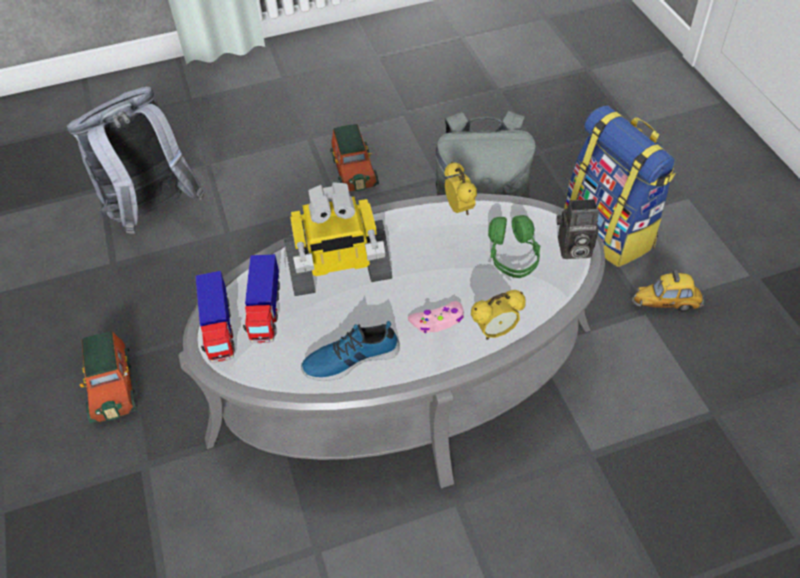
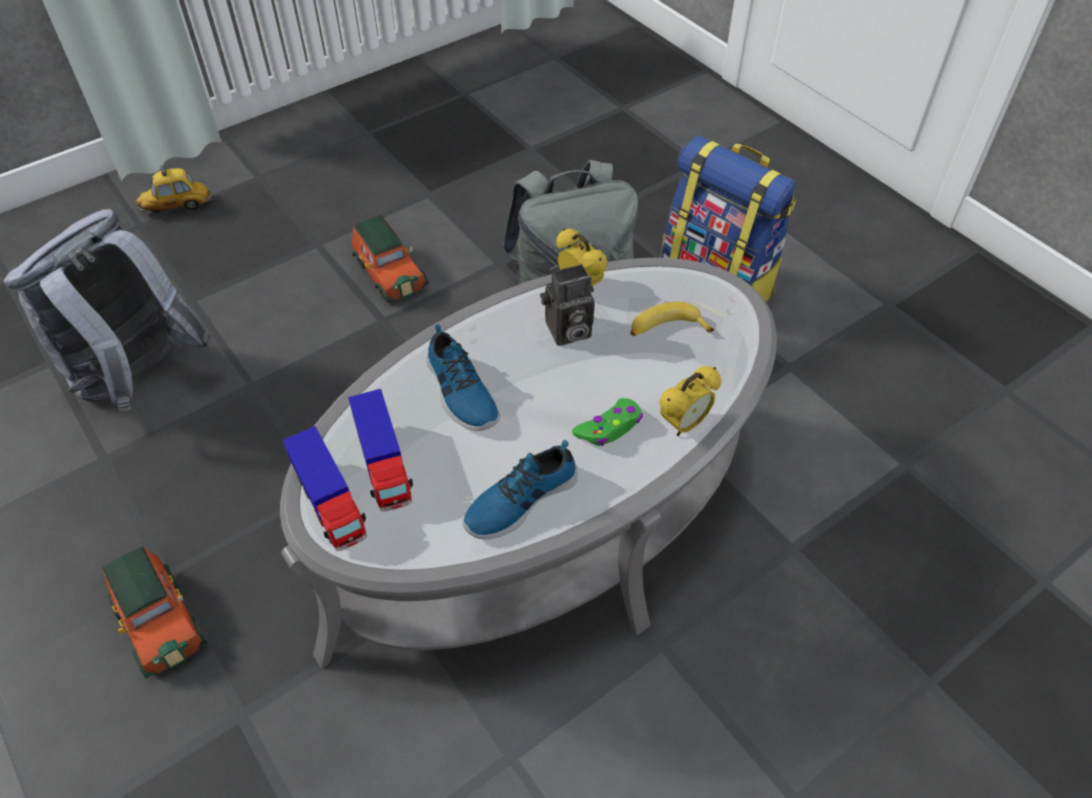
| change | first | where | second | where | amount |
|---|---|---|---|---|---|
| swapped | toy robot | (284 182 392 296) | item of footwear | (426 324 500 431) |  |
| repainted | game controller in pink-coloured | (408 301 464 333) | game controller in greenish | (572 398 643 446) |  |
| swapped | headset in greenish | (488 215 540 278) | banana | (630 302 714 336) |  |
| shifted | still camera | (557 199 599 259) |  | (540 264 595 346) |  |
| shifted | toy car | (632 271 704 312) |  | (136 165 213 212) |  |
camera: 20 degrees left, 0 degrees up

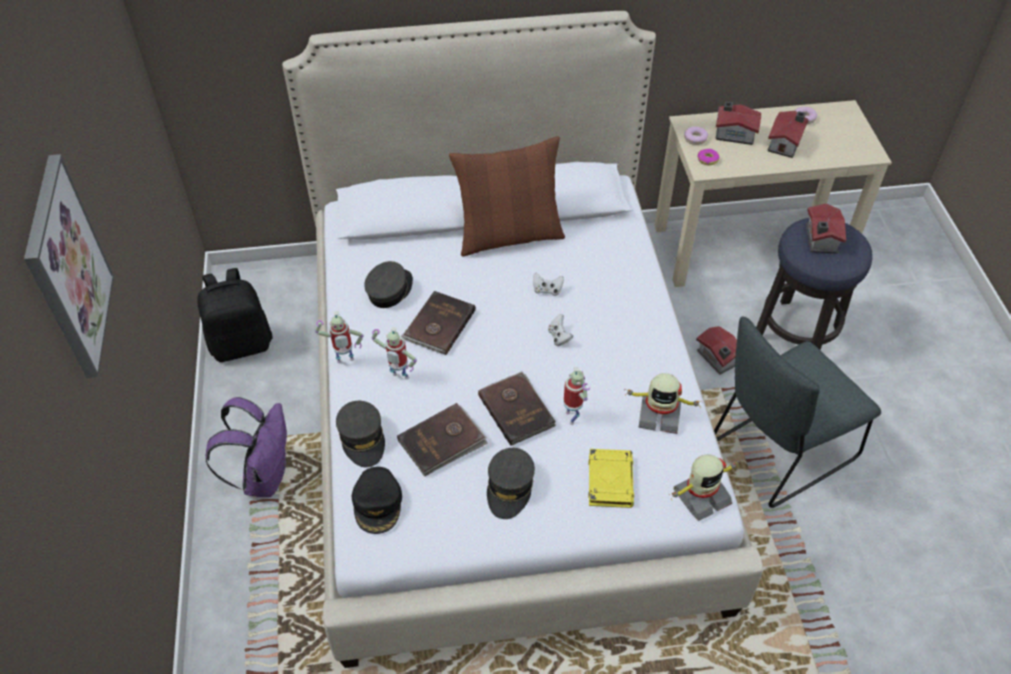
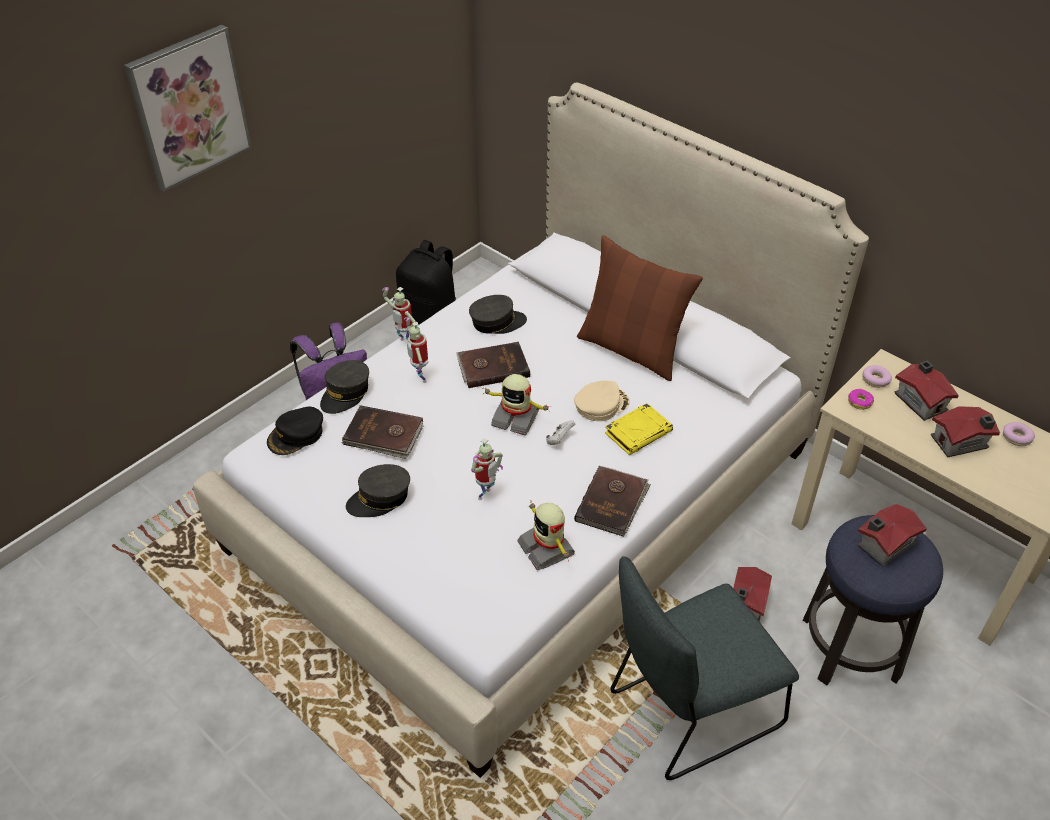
| change | first | where | second | where | amount |
|---|---|---|---|---|---|
| shifted | volume in brownish | (478 371 556 446) |  | (574 466 651 537) |  |
| swapped | game controller in white-coloured | (533 272 564 296) | peaked cap in beige-coloured | (574 381 630 421) |  |
| shifted | volume in yellowish | (588 449 634 508) |  | (605 403 673 455) |  |
| shifted | toy robot | (669 454 739 521) |  | (482 374 550 435) |  |
| rotated | upright chair in gray | (714 316 881 508) |  | (610 556 799 780) | 45 degrees counterclockwise |
camera: 50 degrees right, 5 degrees down

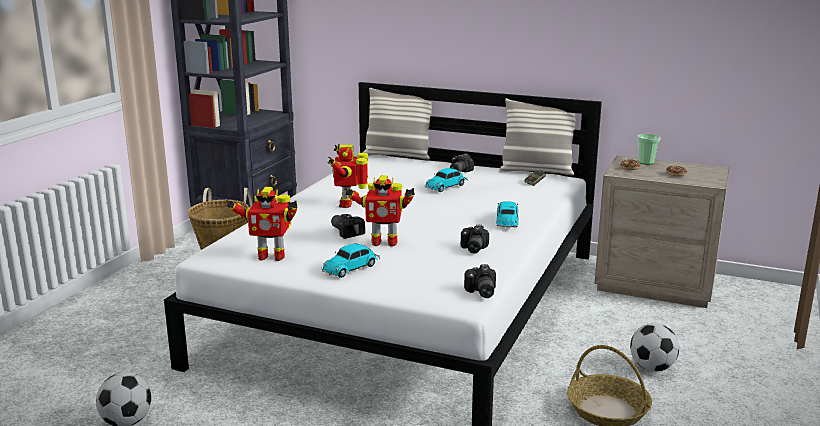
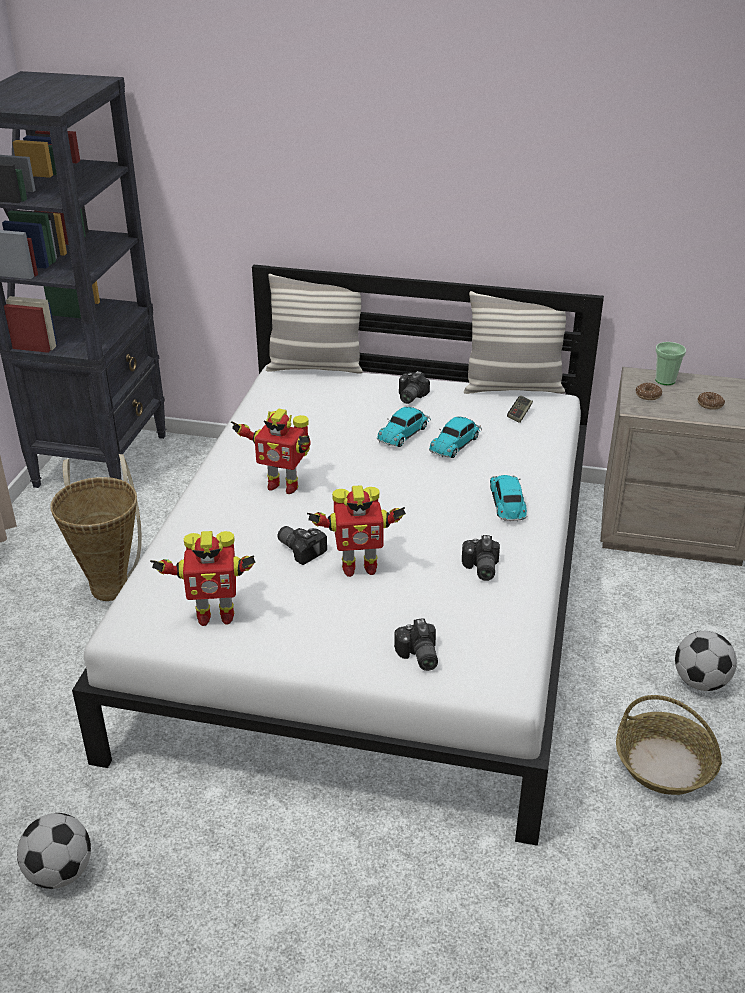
| change | first | where | second | where | amount |
|---|---|---|---|---|---|
| shifted | toy car | (321 244 380 278) |  | (429 417 482 458) |  |
| rotated | toy robot | (328 144 368 208) |  | (231 409 311 494) | 60 degrees counterclockwise |
| shifted | still camera | (464 264 496 298) |  | (394 618 438 671) |  |
camera: 10 degrees left, 15 degrees up

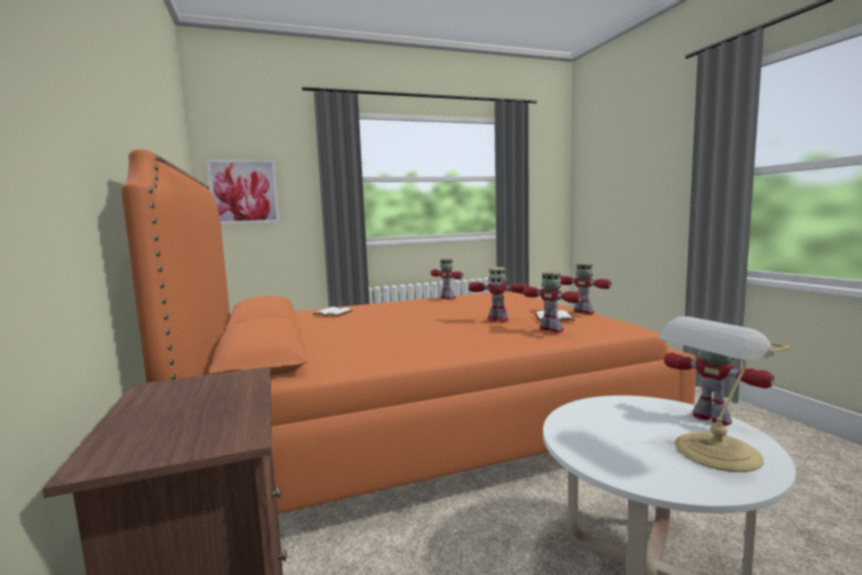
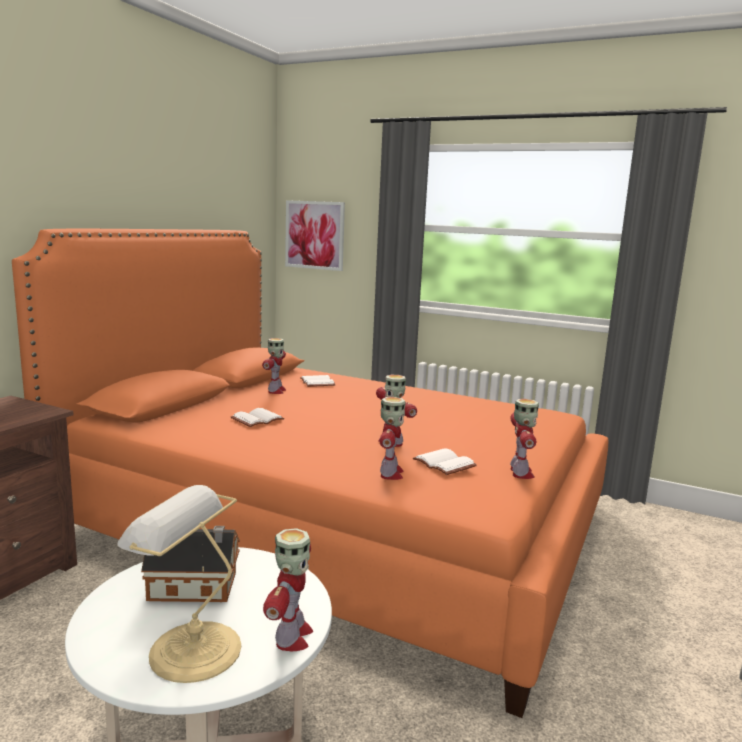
| change | first | where | second | where | amount |
|---|---|---|---|---|---|
| shifted | toy robot | (431 258 463 300) |  | (262 338 286 394) |  |
| new |  |  | miniature house | (141 526 240 602) |  |
| new |  |  | volume in white-coloured | (231 408 285 427) |  |
camera: 45 degrees right, 5 degrees up

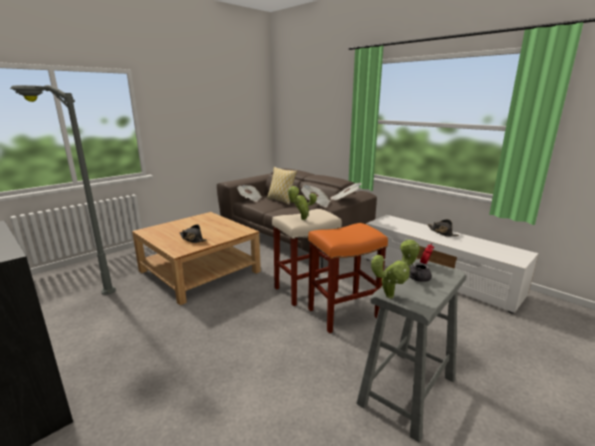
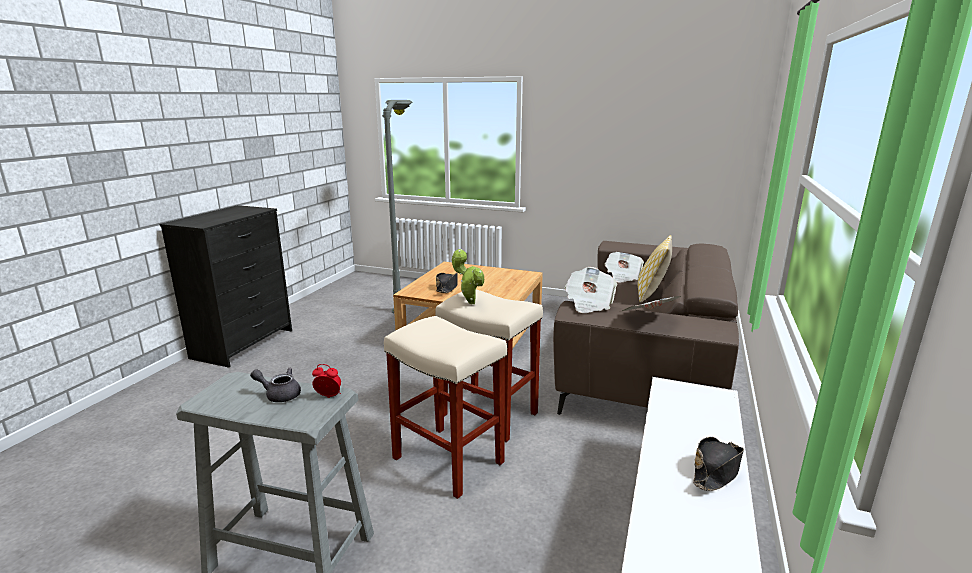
| change | first | where | second | where | amount |
|---|---|---|---|---|---|
| repainted | stool in orangey | (308 223 388 333) | stool in beige-coloured | (384 316 507 499) |  |
| gone | potted plant | (371 238 420 299) |  |  |  |
camera: 65 degrees right, 0 degrees up

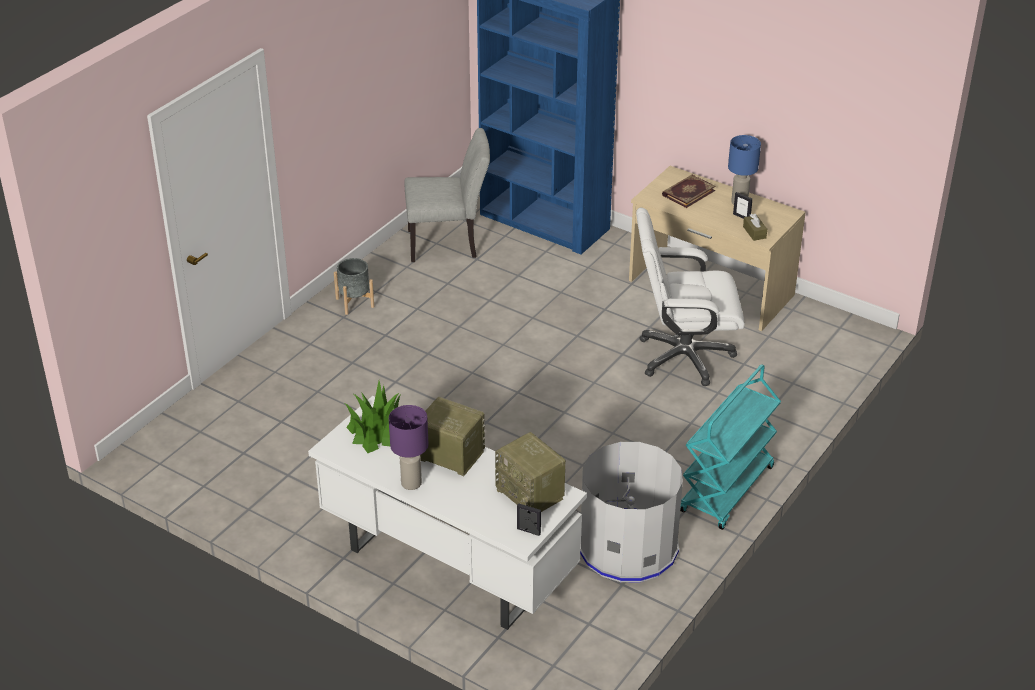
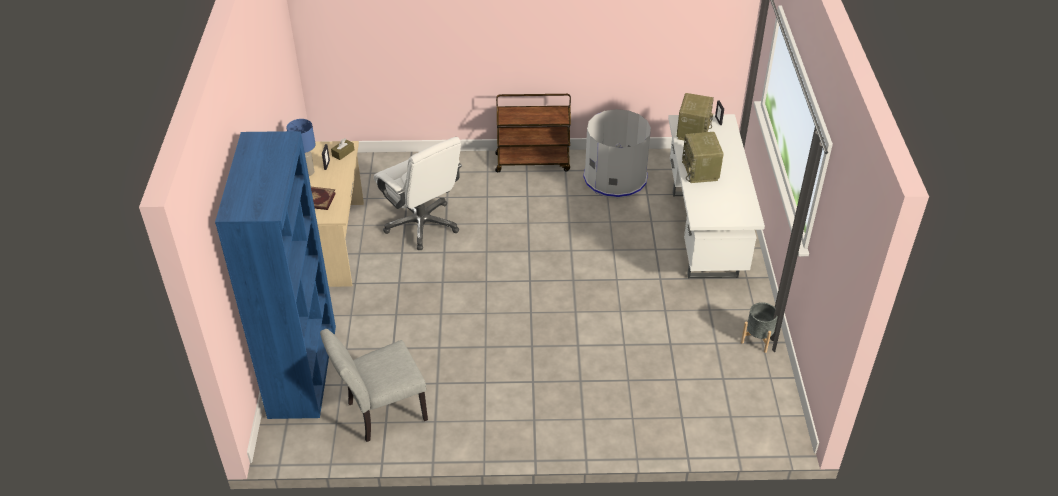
| change | first | where | second | where | amount |
|---|---|---|---|---|---|
| shifted | flower pot in gray | (334 258 374 315) |  | (741 302 778 353) |  |
| gone | potted plant | (345 381 400 453) |  |  |  |
| gone | table lamp in purplish | (389 405 428 490) |  |  |  |
| rotated | upright chair in gray | (405 128 490 262) |  | (320 329 428 442) | 75 degrees counterclockwise |
| repainted | cart in turquoise-coloured | (680 364 781 530) | cart in brownish | (495 94 571 172) |  |
camera: 125 degrees left, 5 degrees up

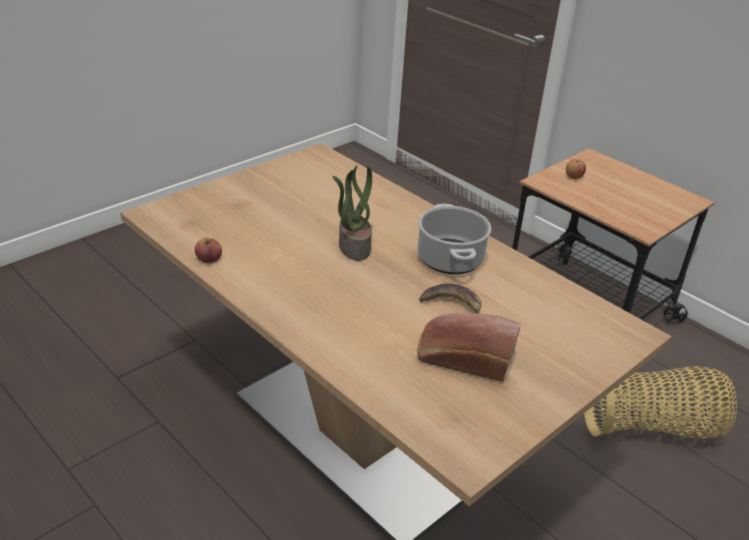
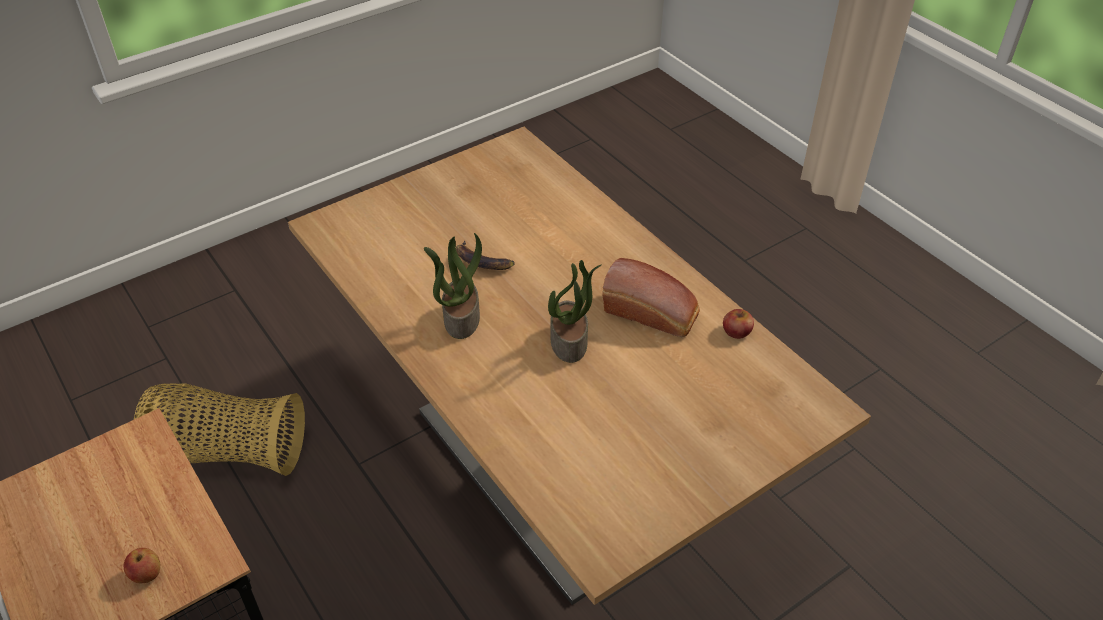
| change | first | where | second | where | amount |
|---|---|---|---|---|---|
| swapped | stockpot | (417 204 491 274) | potted plant | (424 233 482 339) |  |
| shifted | baked bread | (417 313 521 382) |  | (602 258 700 337) |  |
camera: 170 degrees left, 10 degrees up

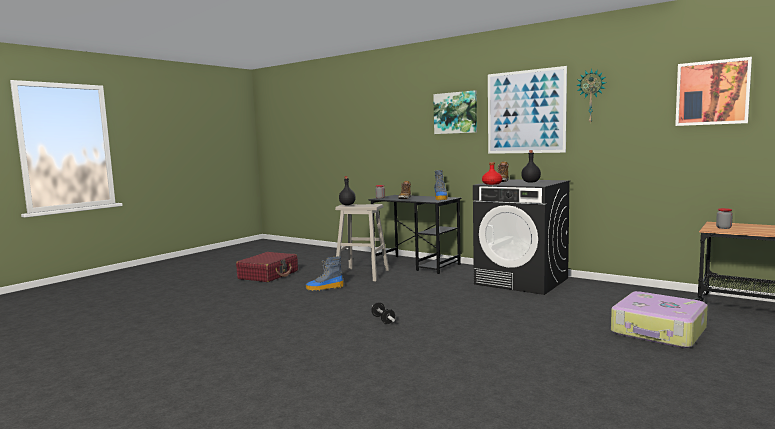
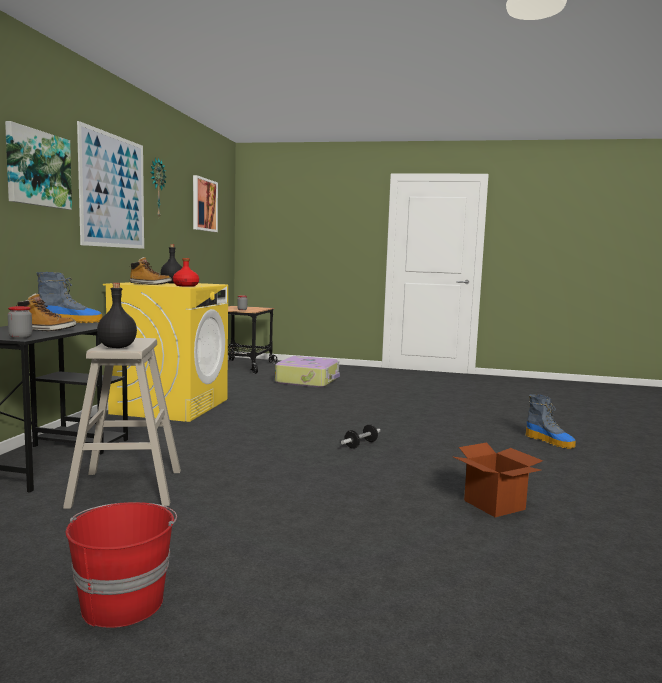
| change | first | where | second | where | amount |
|---|---|---|---|---|---|
| swapped | piece of luggage in reddish | (236 252 298 282) | water bucket in reddish | (66 502 177 628) |  |
| shifted | boot | (306 256 344 291) |  | (525 394 576 449) |  |
| repainted | washing machine in black-coloured | (473 179 570 295) | washing machine in yellowish | (103 282 228 422) |  |
| new |  |  | carton | (454 443 543 517) |  |
camera: 115 degrees left, 0 degrees up

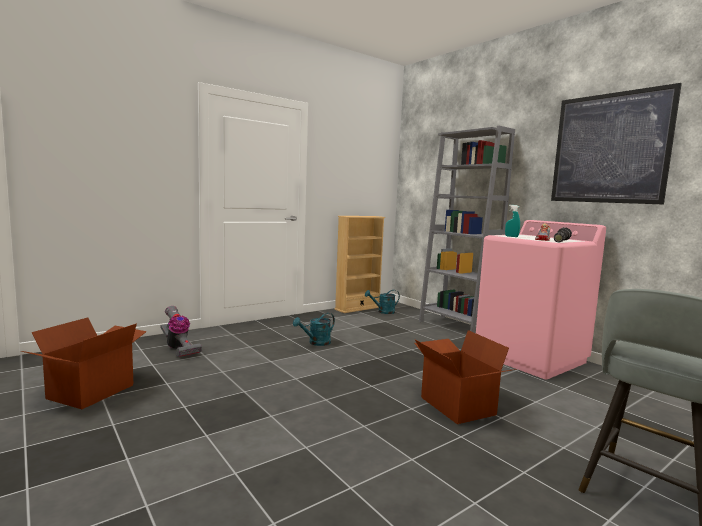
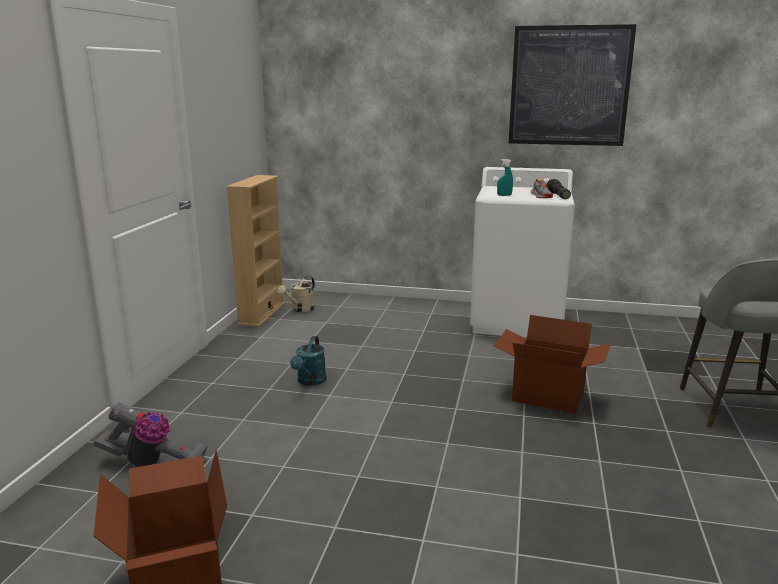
| change | first | where | second | where | amount |
|---|---|---|---|---|---|
| repainted | sprinkling can in turquoise-coloured | (365 290 400 314) | sprinkling can in beige-coloured | (277 276 315 312) |  |
| gone | shelving unit in gray | (419 126 515 333) |  |  |  |
| repainted | washing machine in pink-coloured | (476 220 606 380) | washing machine in white-coloured | (470 167 575 338) |  |
camera: 40 degrees left, 10 degrees up

